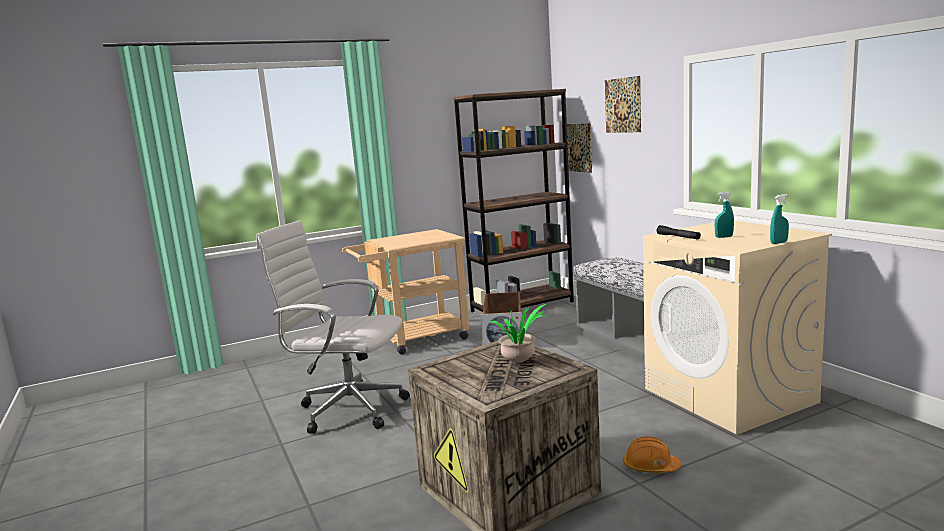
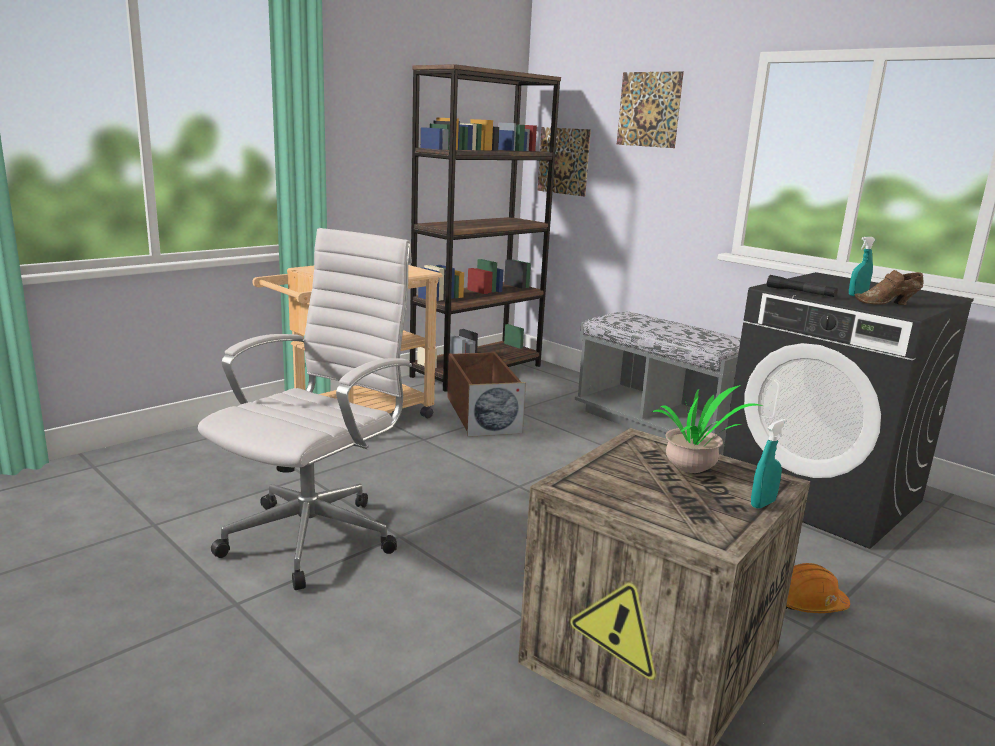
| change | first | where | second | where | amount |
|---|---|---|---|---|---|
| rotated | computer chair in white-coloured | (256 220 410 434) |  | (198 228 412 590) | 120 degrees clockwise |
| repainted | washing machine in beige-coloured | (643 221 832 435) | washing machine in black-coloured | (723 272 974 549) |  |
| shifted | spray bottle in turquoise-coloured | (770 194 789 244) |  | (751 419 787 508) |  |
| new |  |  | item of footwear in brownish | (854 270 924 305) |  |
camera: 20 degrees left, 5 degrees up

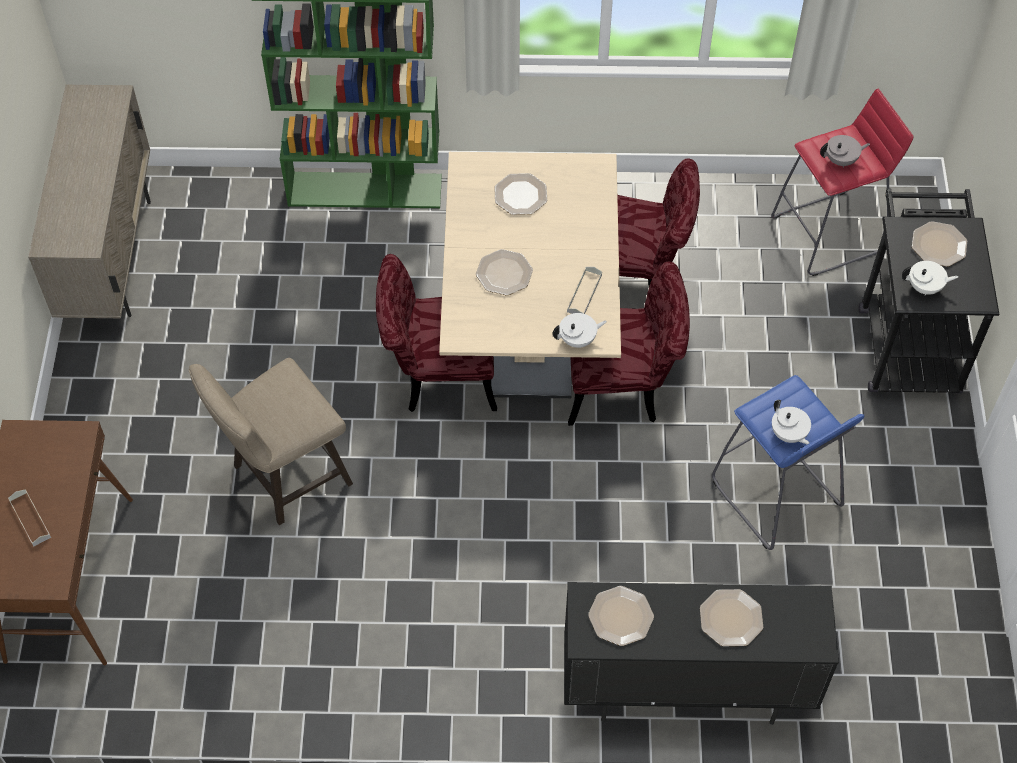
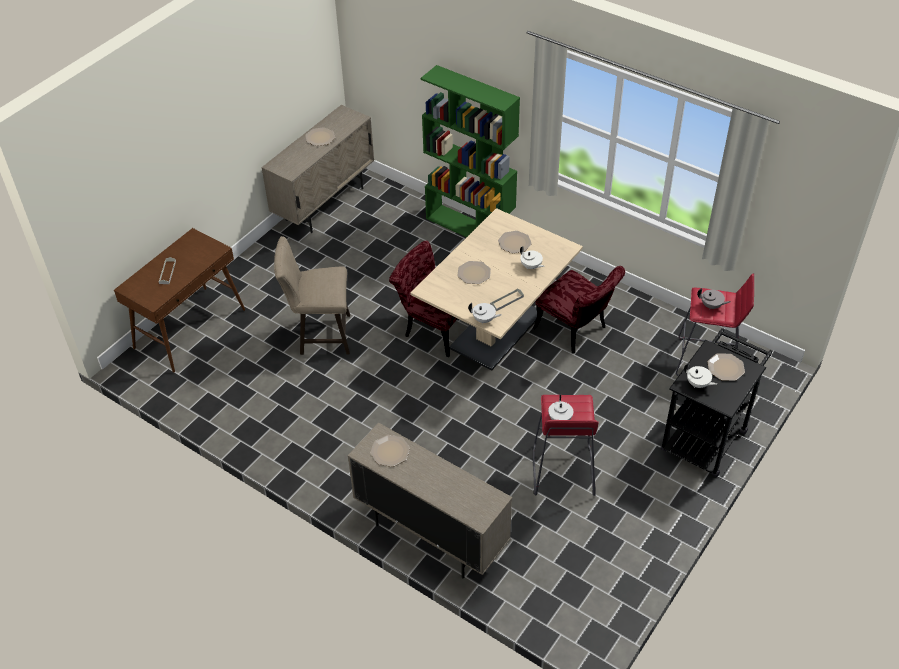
| change | first | where | second | where | amount |
|---|---|---|---|---|---|
| repainted | cupboard in black-coloured | (564 582 839 725) | cupboard in beige-coloured | (348 423 512 578) |  |
| gone | upright chair in reddish | (568 262 690 426) |  |  |  |
| shifted | flat dish | (700 589 763 646) |  | (305 127 335 146) |  |
| repainted | stool in blue-coloured | (712 375 864 550) | stool in reddish | (533 395 599 496) |  |
| new |  |  | tea pot in white-coloured | (520 246 545 269) |  |
camera: 35 degrees right, 10 degrees down

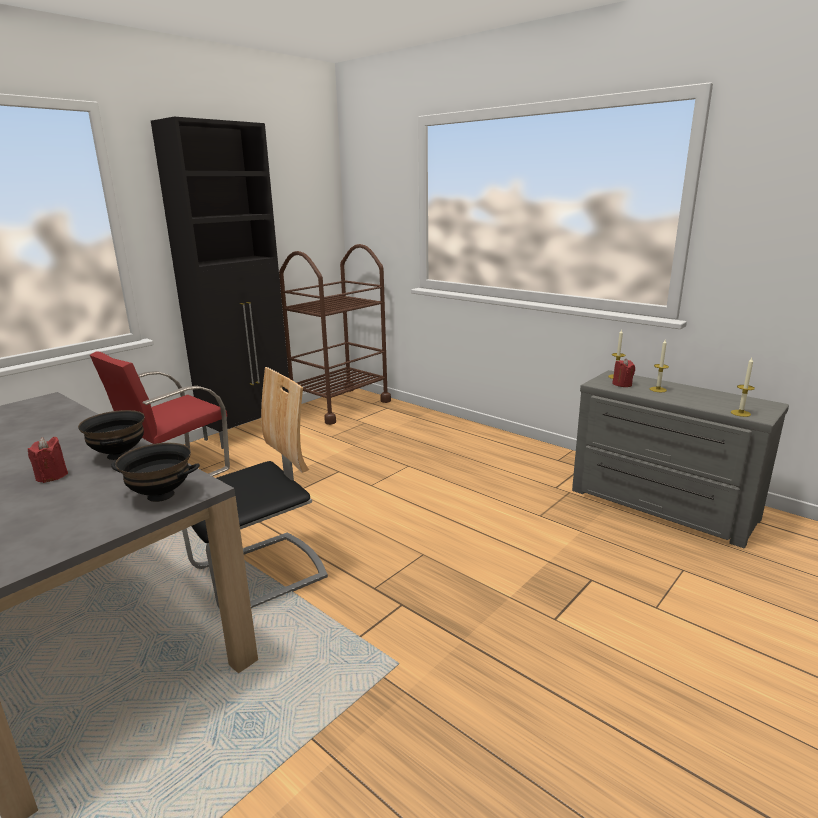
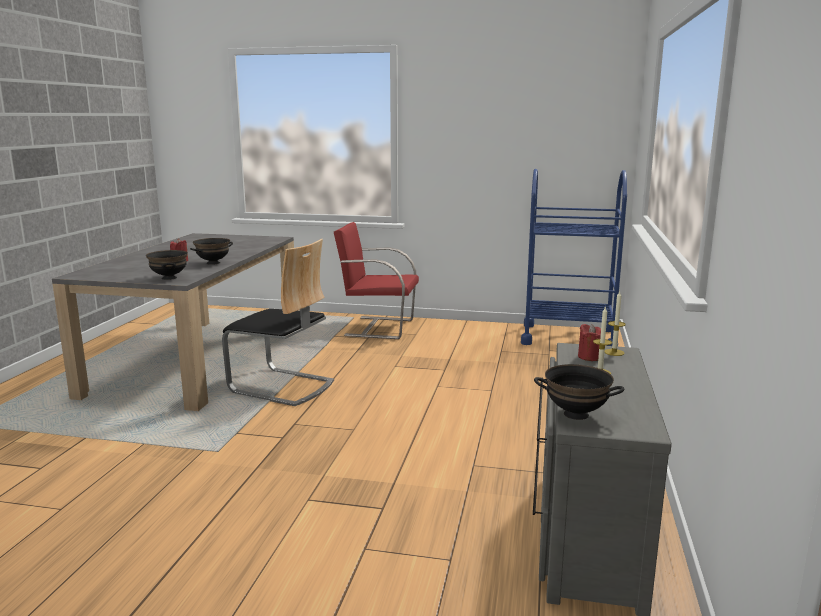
| change | first | where | second | where | amount |
|---|---|---|---|---|---|
| gone | cupboard in black-coloured | (151 117 289 449) |  |  |  |
| repainted | cart in brownish | (279 244 391 425) | cart in blue-coloured | (521 169 627 347) |  |
| swapped | wax light | (731 358 755 417) | serving bowl in black-coloured | (534 364 625 420) |  |
camera: 60 degrees right, 5 degrees down

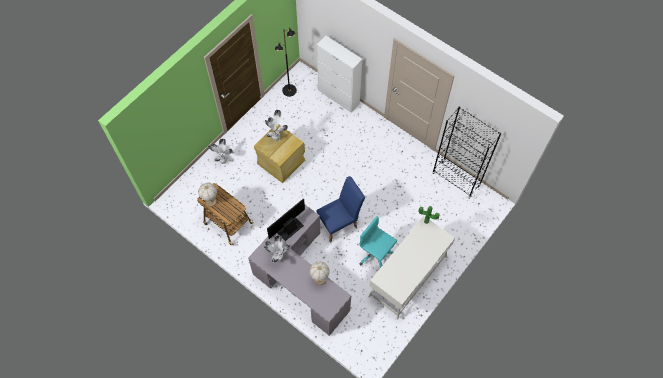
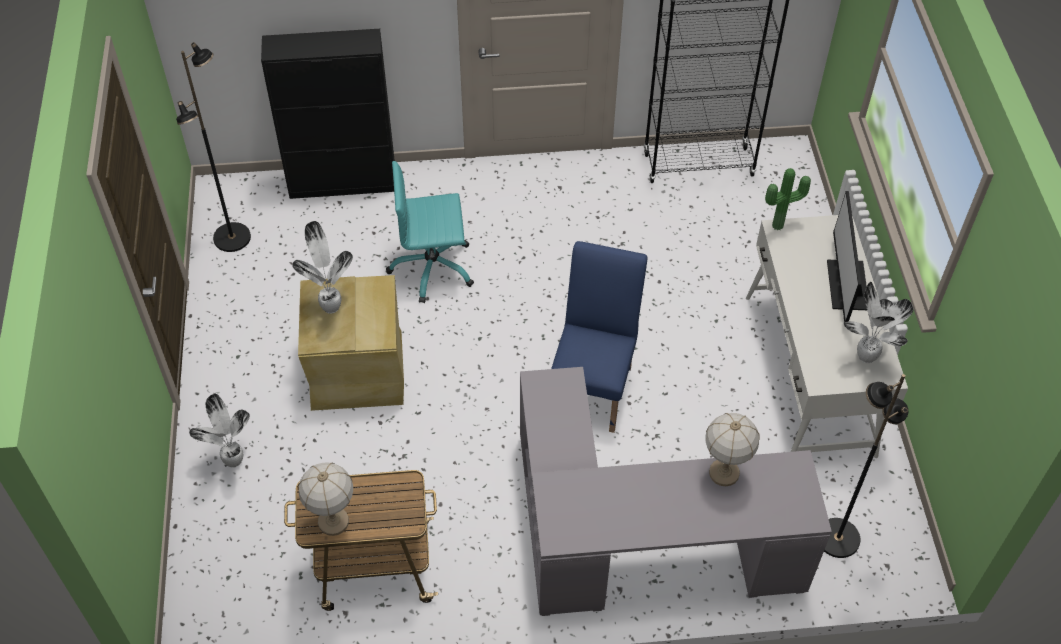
| change | first | where | second | where | amount |
|---|---|---|---|---|---|
| shifted | potted plant | (264 235 290 262) |  | (844 282 913 363) |  |
| shifted | computer display | (267 198 305 241) |  | (827 191 867 322) |  |
| repainted | cupboard in white-coloured | (317 36 362 113) | cupboard in black-coloured | (261 29 395 199) |  |
| shifted | computer chair in turquoise-coloured | (359 216 397 268) |  | (386 161 474 303) |  |
| new |  |  | standard lamp in black-coloured | (824 374 908 558) |  |
camera: 45 degrees left, 10 degrees down

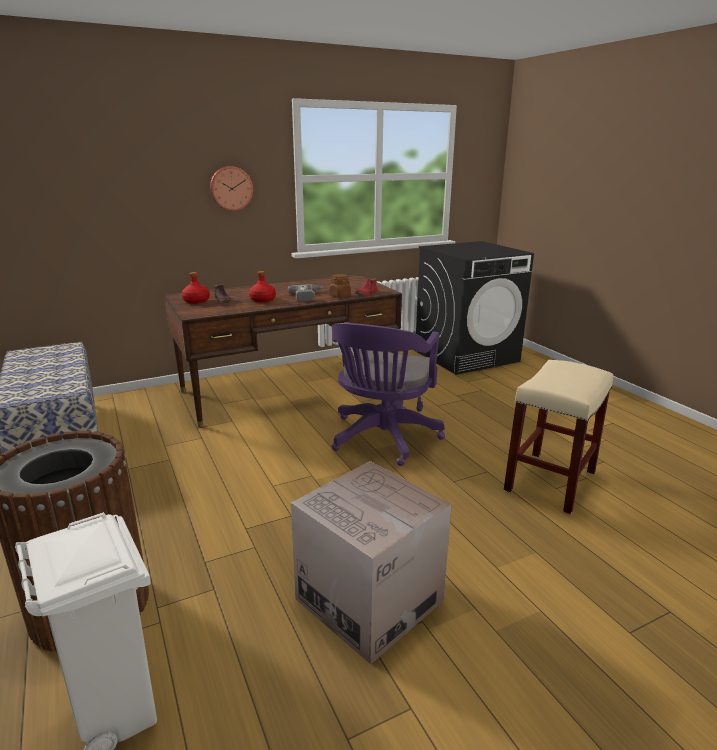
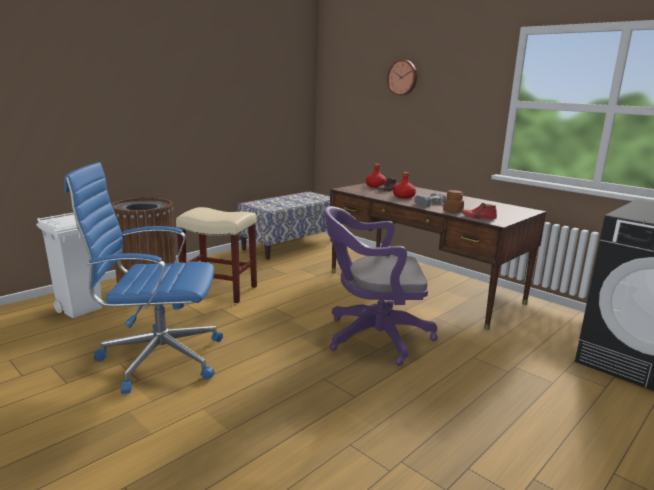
| change | first | where | second | where | amount |
|---|---|---|---|---|---|
| shifted | clock on the wall | (210 166 253 211) |  | (387 60 417 96) |  |
| swapped | carton | (291 461 452 664) | computer chair in blue-coloured | (64 162 223 394) |  |
| shifted | stool in beige-coloured | (504 360 613 514) |  | (176 207 257 304) |  |
camera: 70 degrees right, 5 degrees down

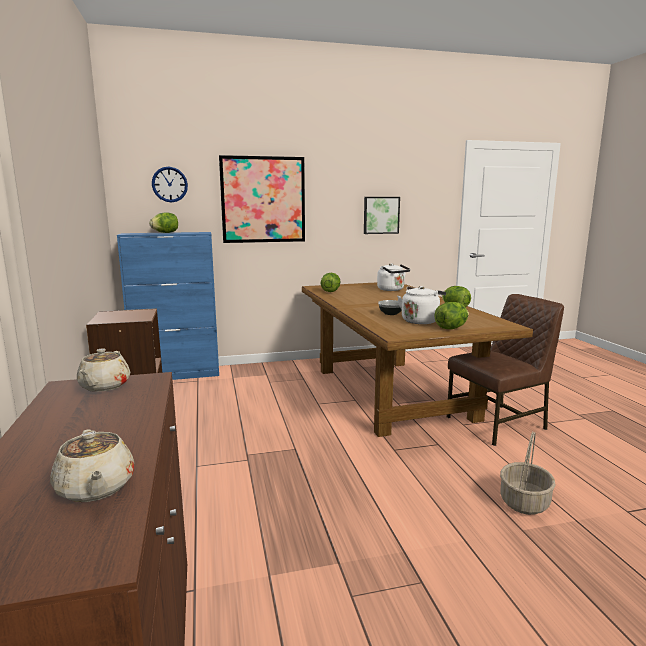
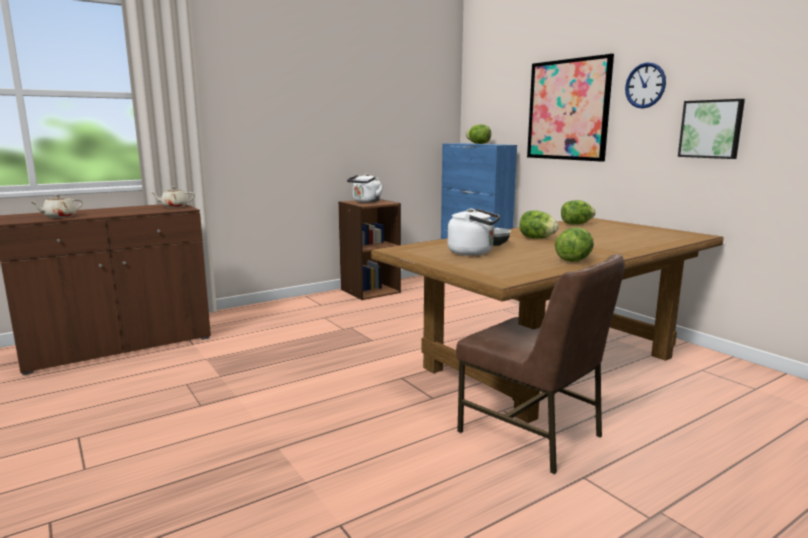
| change | first | where | second | where | amount |
|---|---|---|---|---|---|
| shifted | clock on the wall | (152 166 188 202) |  | (625 62 666 108) |  |
| shifted | water kettle in white-coloured | (377 263 410 291) |  | (347 174 383 203) |  |
| shifted | head of lettuce | (434 302 469 329) |  | (519 210 559 239) |  |
| gone | household basket | (500 431 555 515) |  |  |  |
camera: 70 degrees right, 0 degrees up

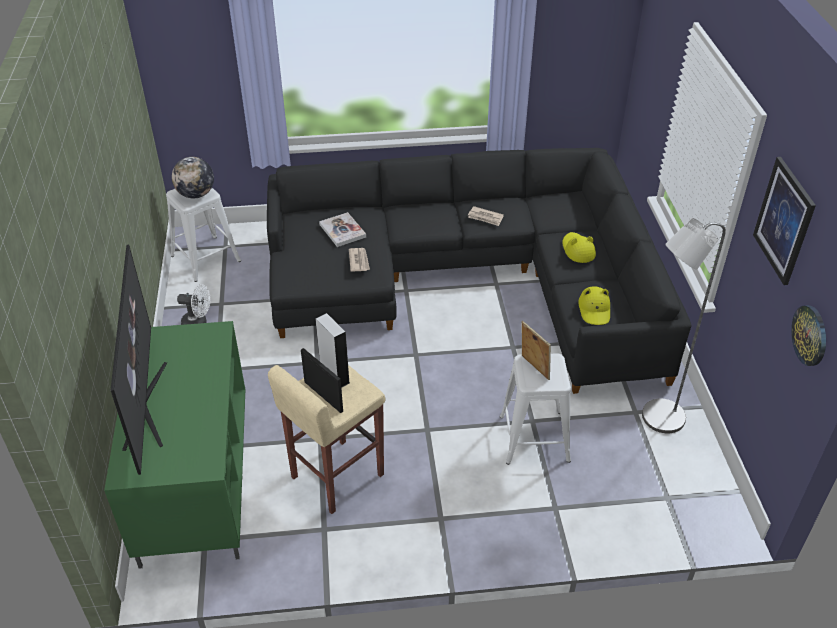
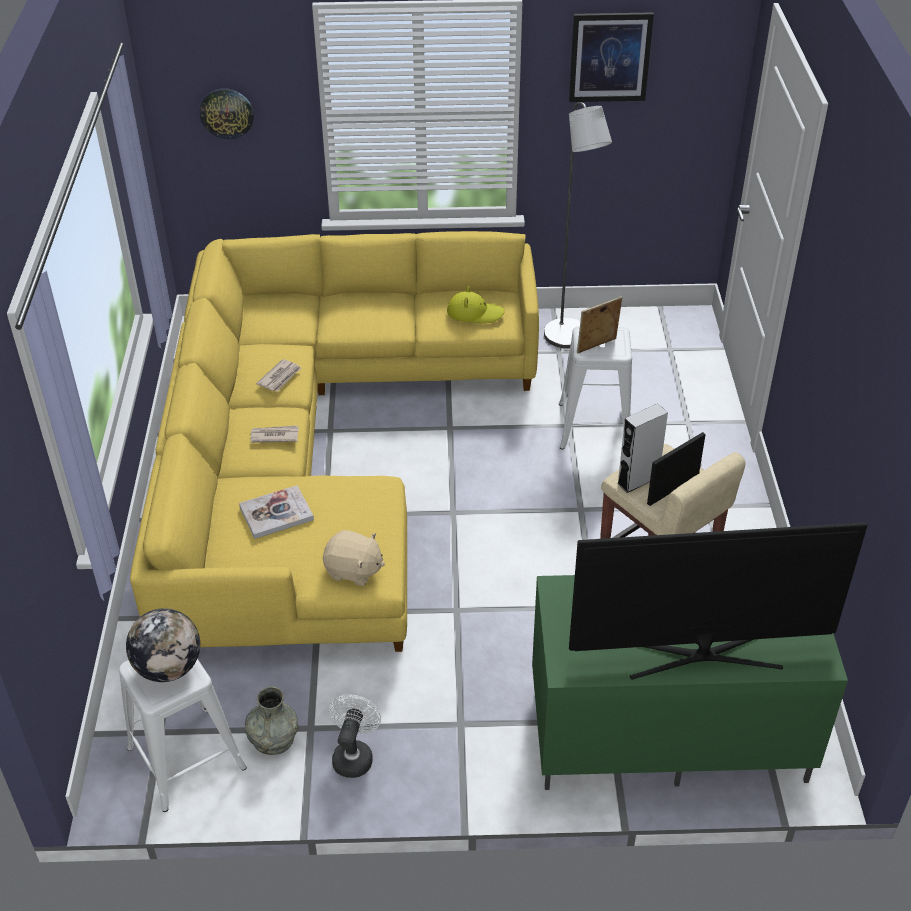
| change | first | where | second | where | amount |
|---|---|---|---|---|---|
| repainted | sofa in black-coloured | (267 148 692 394) | sofa in yellowish | (130 231 539 652) |  |
| shifted | daily paper | (349 248 370 272) |  | (250 425 299 443) |  |
| gone | clothing hat in yellowish | (562 232 596 263) |  |  |  |
| shifted | clock on the wall | (791 305 826 366) |  | (199 89 254 139) |  |
| new |  |  | flower vase in gray | (245 687 298 755) |  |
| new |  |  | cuddly toy in beige-coloured | (323 530 385 586) |  |
camera: 85 degrees left, 0 degrees up

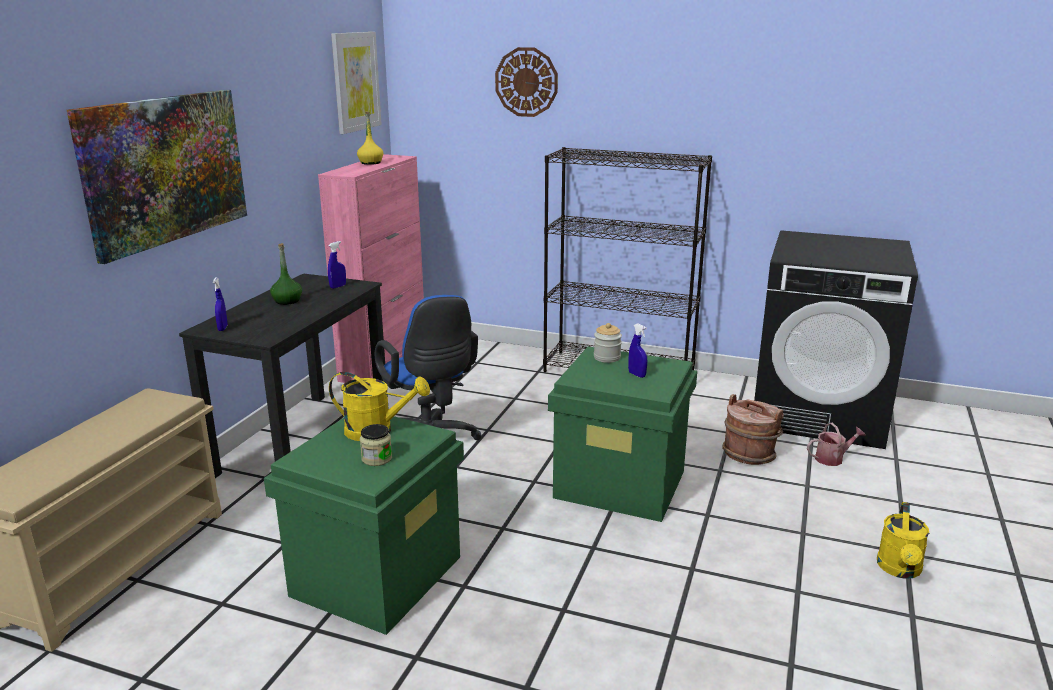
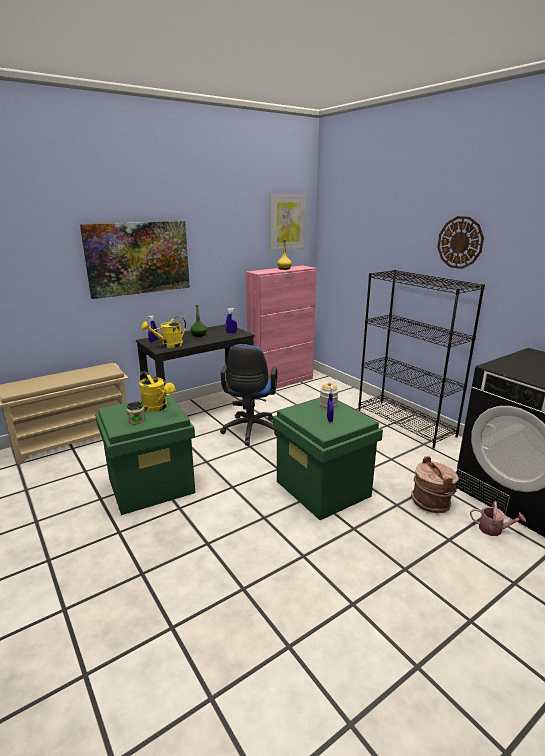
| change | first | where | second | where | amount |
|---|---|---|---|---|---|
| shifted | clock on the wall | (495 47 558 117) |  | (437 216 484 269) |  |
| shifted | sprinkling can in yellowish | (877 502 929 579) |  | (141 316 186 348) |  |
camera: 35 degrees right, 0 degrees up

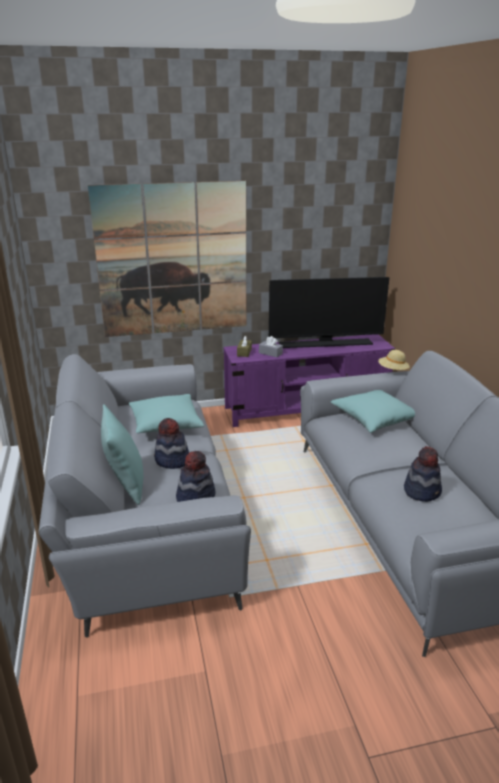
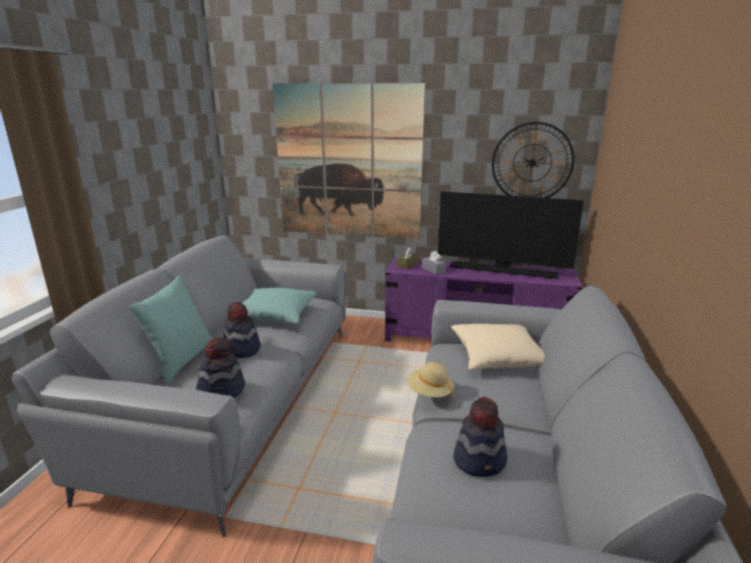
| change | first | where | second | where | amount |
|---|---|---|---|---|---|
| repainted | pillow in turquoise-coloured | (331 390 415 433) | pillow in beige-coloured | (451 324 545 370) |  |
| shifted | clothing hat in beige-coloured | (378 350 410 370) |  | (407 362 454 400) |  |
| new |  |  | clock on the wall | (492 122 574 198) |  |
camera: 25 degrees right, 5 degrees down

